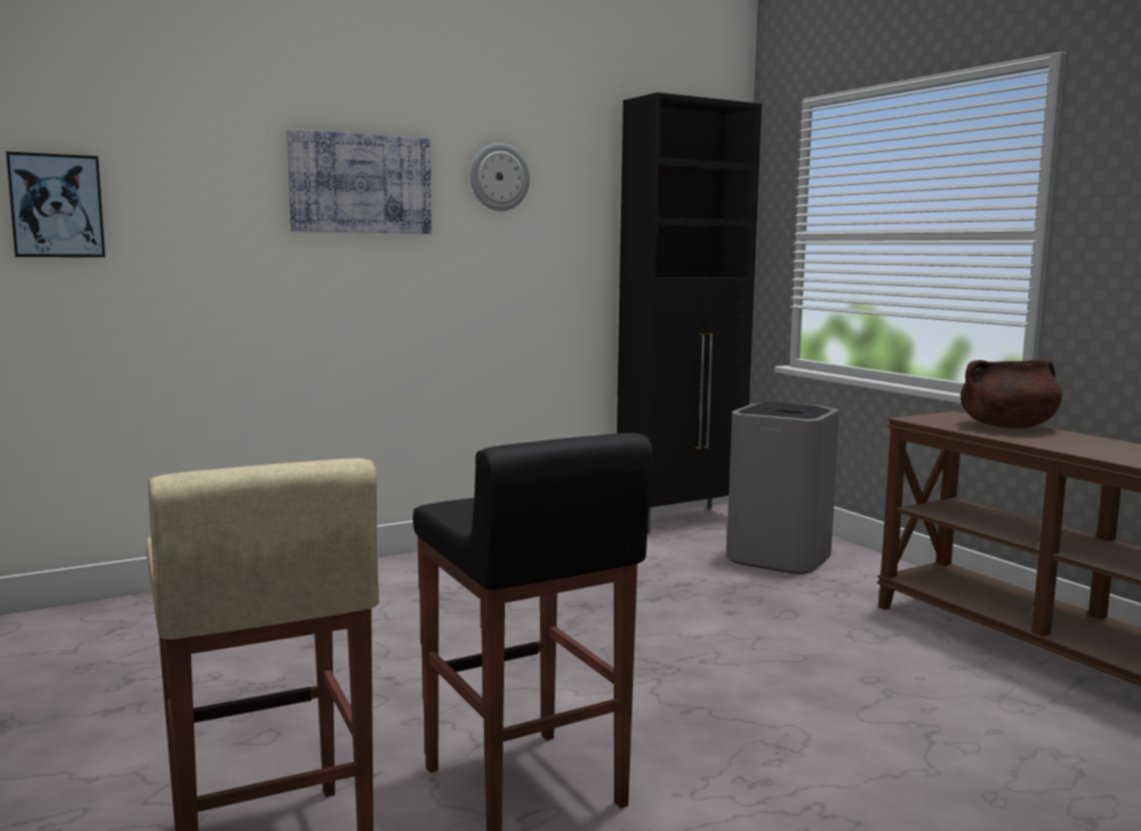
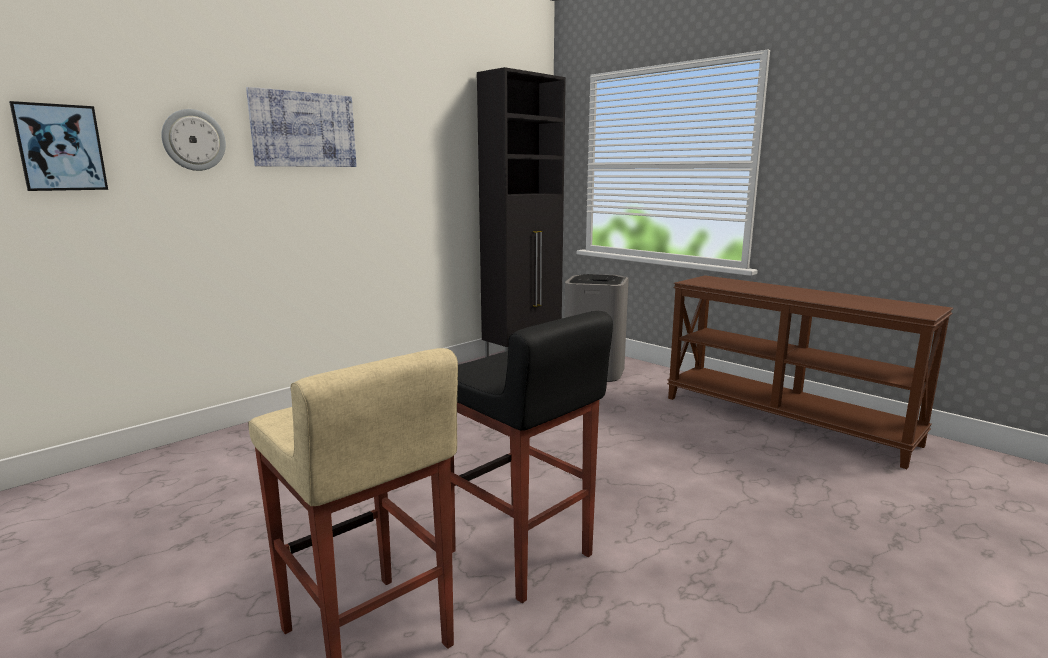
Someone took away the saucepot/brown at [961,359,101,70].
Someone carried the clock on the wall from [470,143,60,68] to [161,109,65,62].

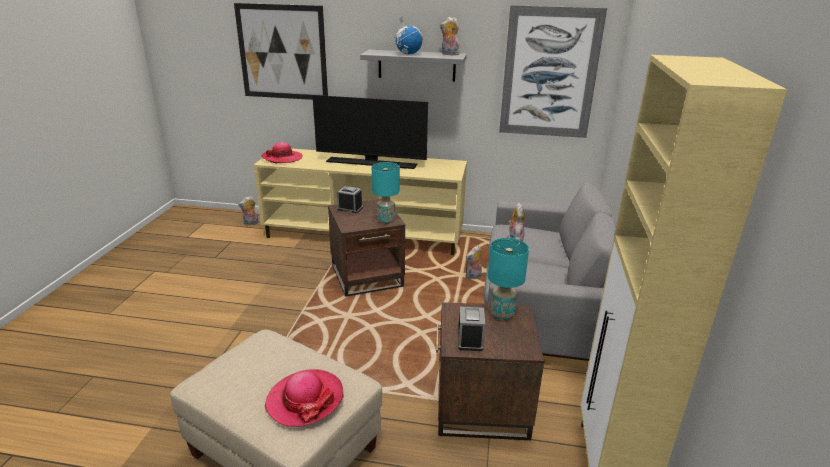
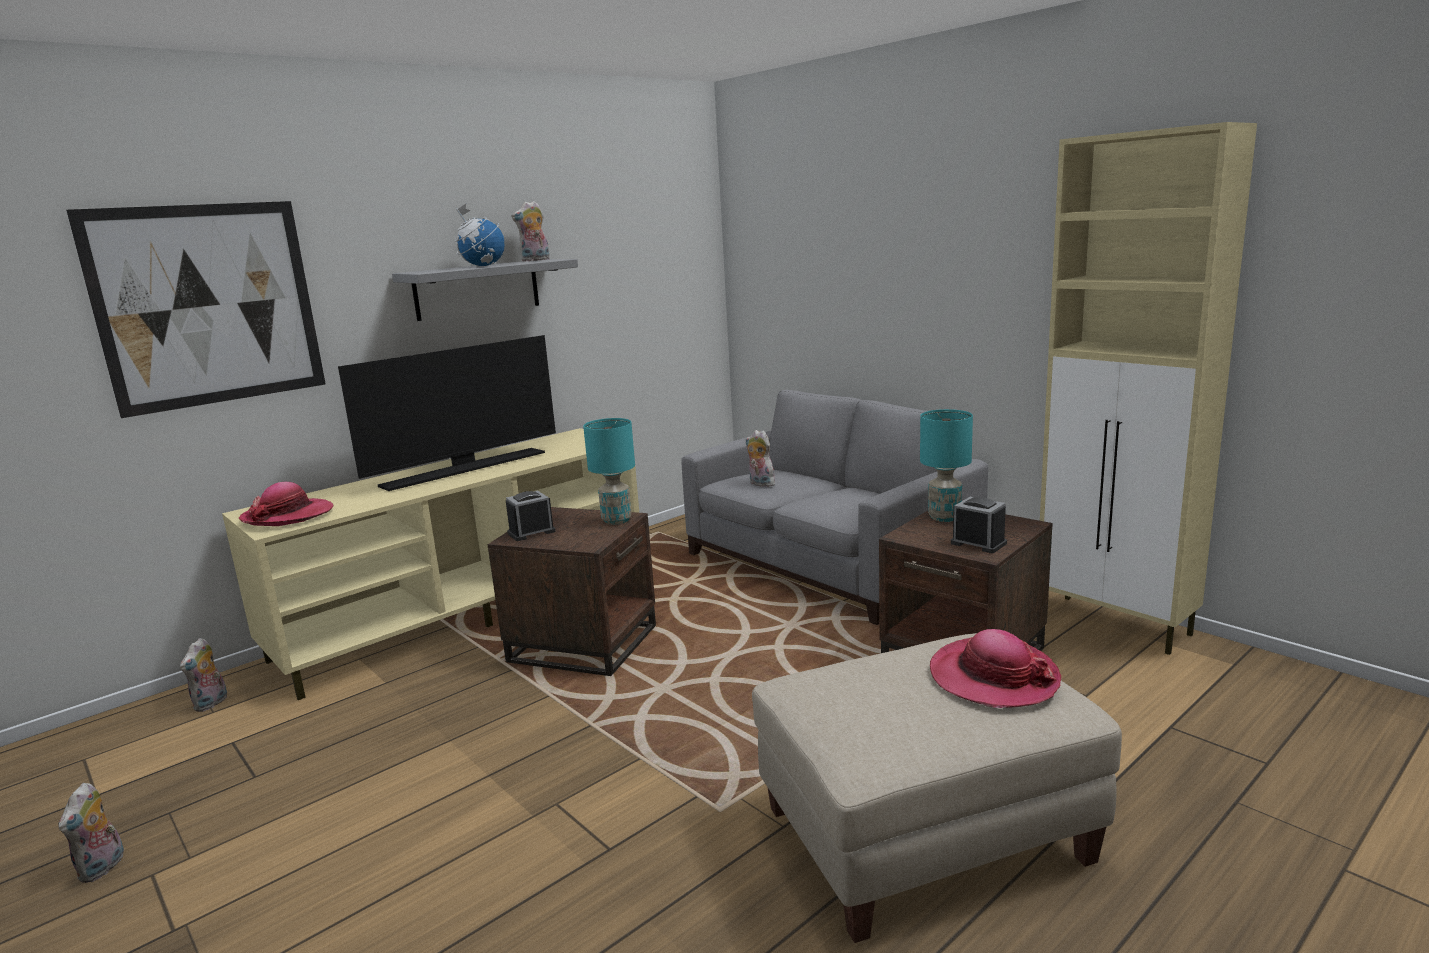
Someone took away the wall art at [499,5,108,133].
Someone carried the soft toy from [466,245,16,34] to [58,783,66,100].

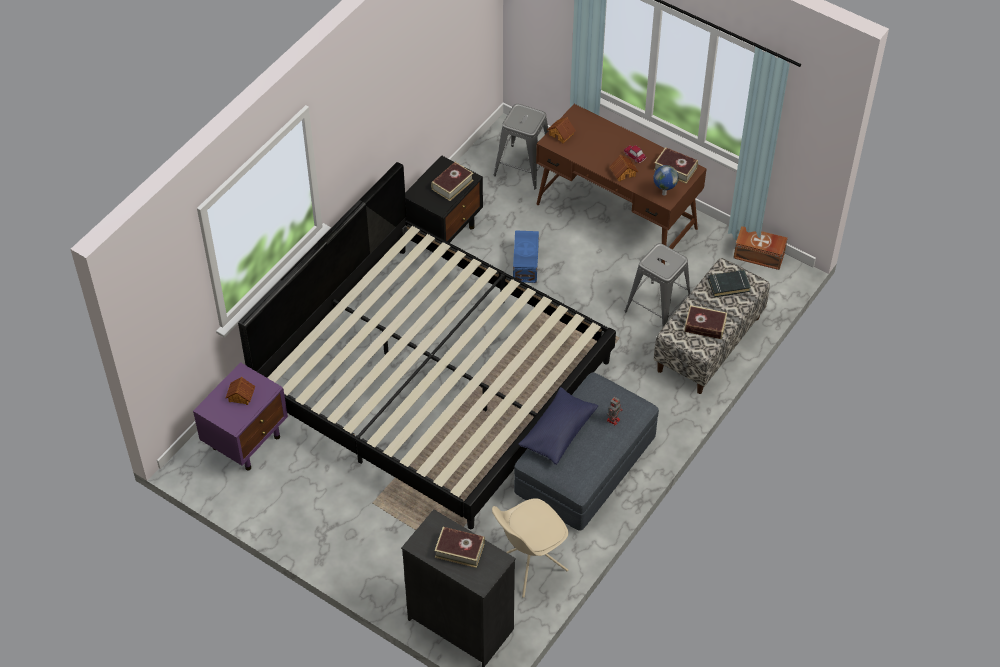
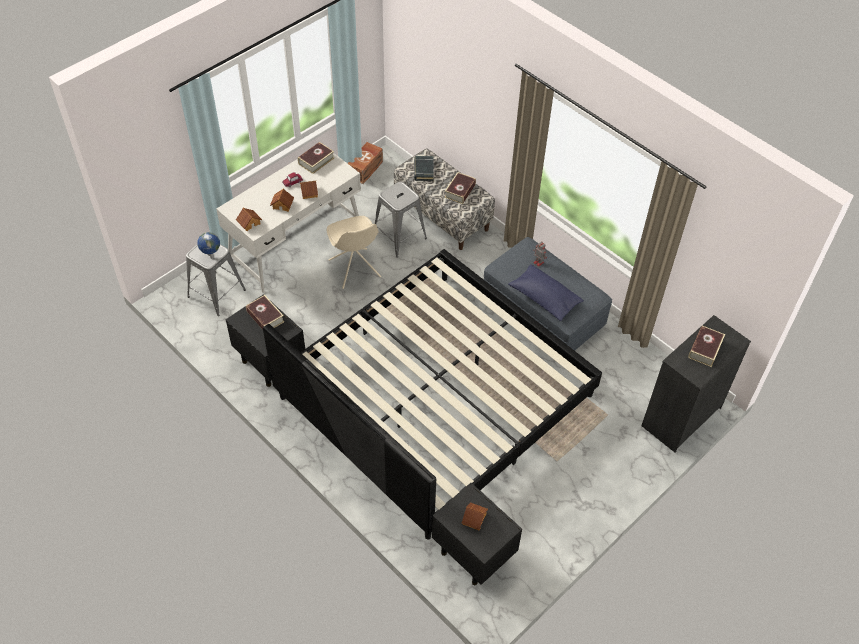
Someone took away the storage bin/bluish at [513,230,26,53].
Someone put down the miniature house at [270,189,24,23].
Someone carried the upright chair/beige-coloured from [492,498,77,100] to [327,216,54,73].
Someone carried the world globe from [653,165,26,31] to [197,232,23,27].
Someone repainted the bedside table/purple at [193,362,95,108], which became the bedside table/blackish at [432,483,90,102].
Someone repainted the desk table/brown at [536,104,171,160], which became the desk table/white-coloured at [216,153,145,140].

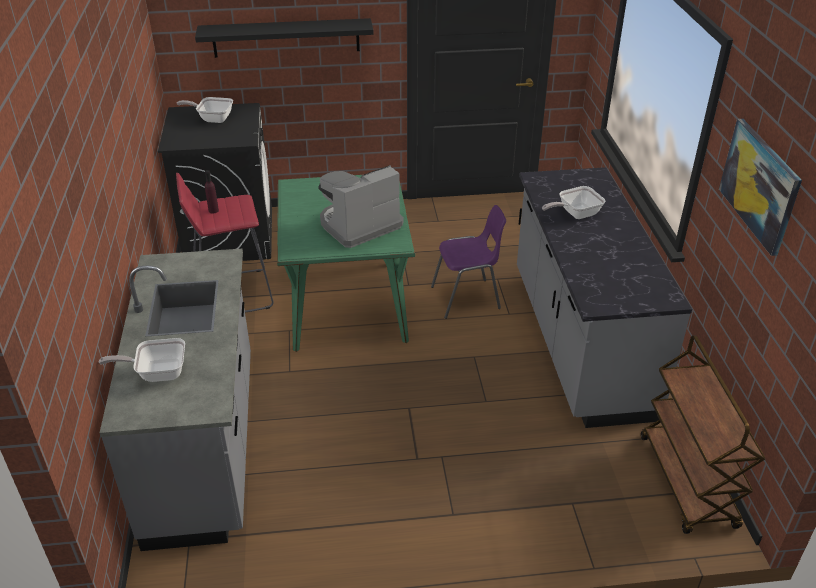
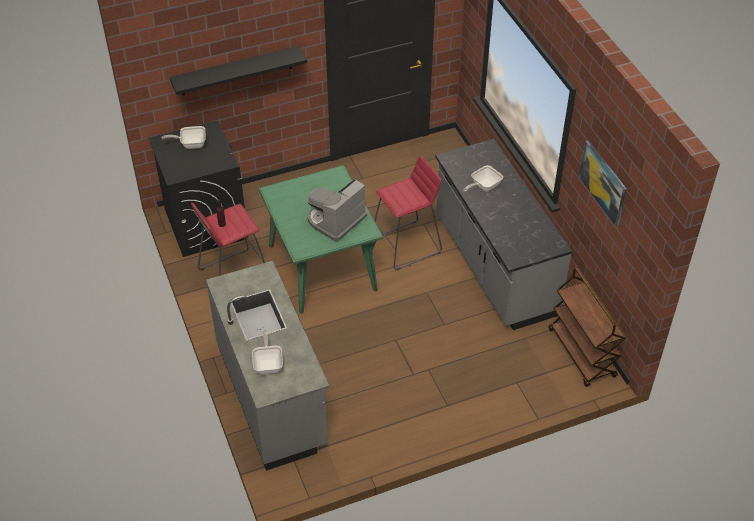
Someone swapped the upright chair/purple at [431,205,75,114] for the sitting stool/red at [374,155,68,115].
Someone rotated the skillet at [99,338,86,44] by 105 degrees clockwise.

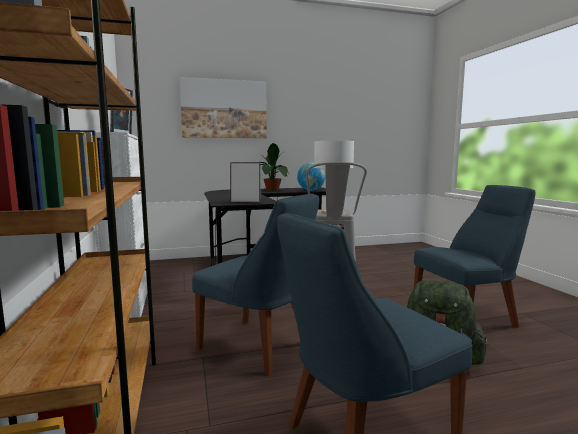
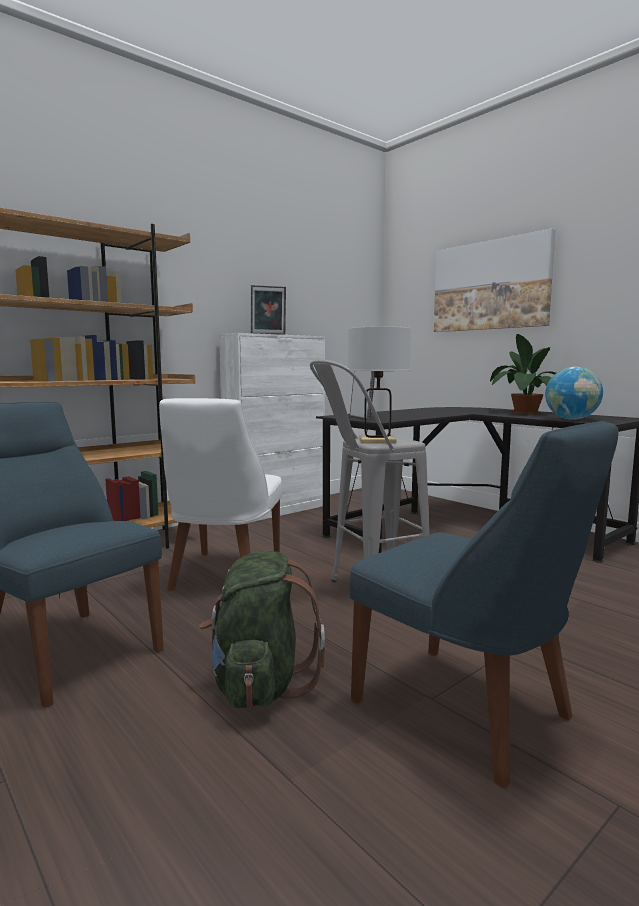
Someone repainted the upright chair/bluish at [192,194,127,181], which became the upright chair/white-coloured at [159,398,123,193].

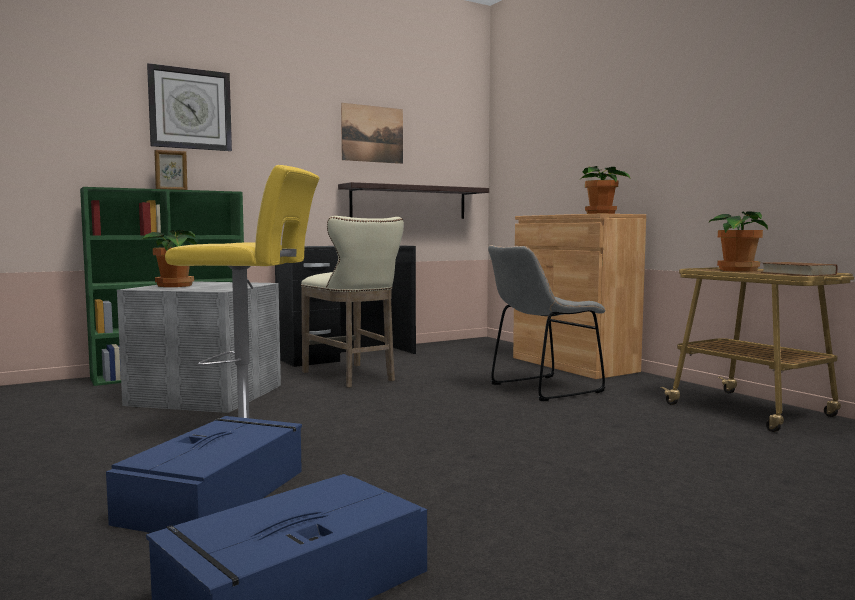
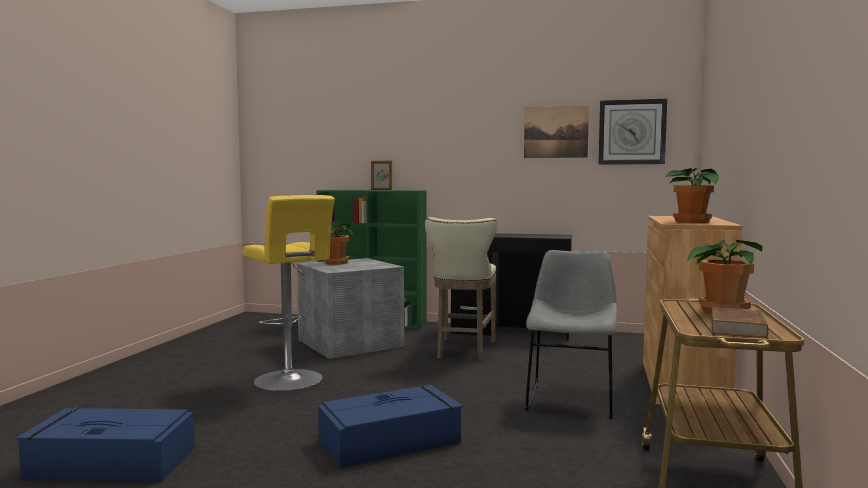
Someone took away the wall shelf at [338,182,151,37].
Someone carried the storage bin/bluish from [106,416,196,117] to [318,385,144,83].
Someone carried the clock on the wall from [147,63,85,88] to [598,99,69,66].
Someone rotated the upright chair/grey at [488,245,118,156] by 90 degrees clockwise.

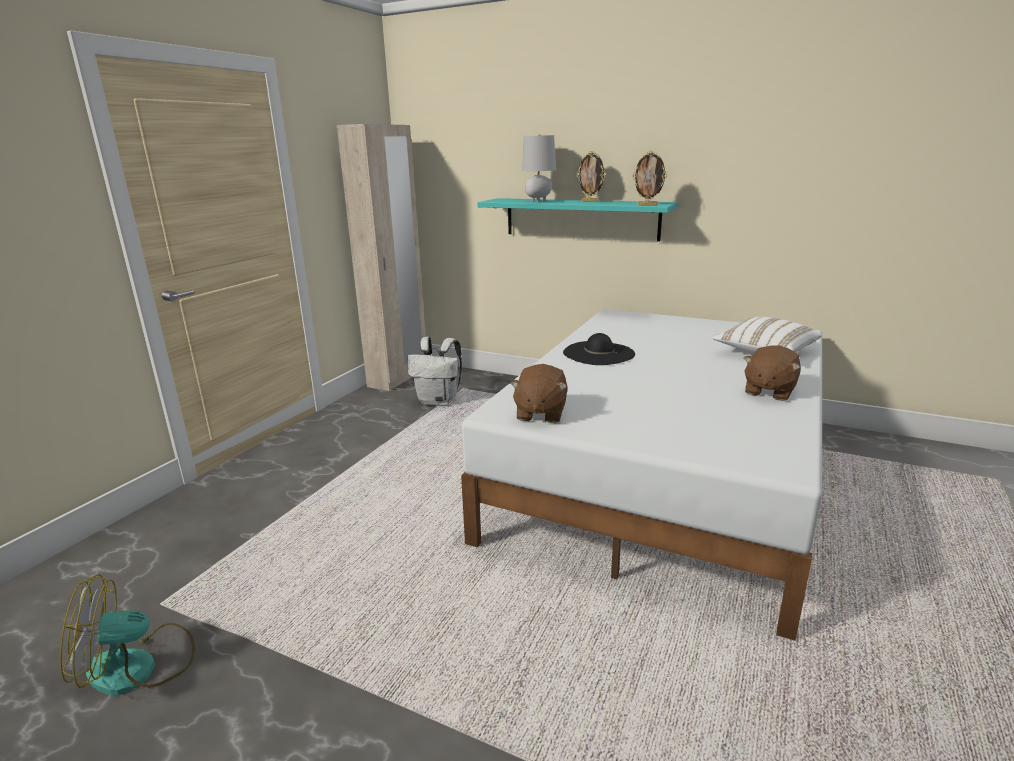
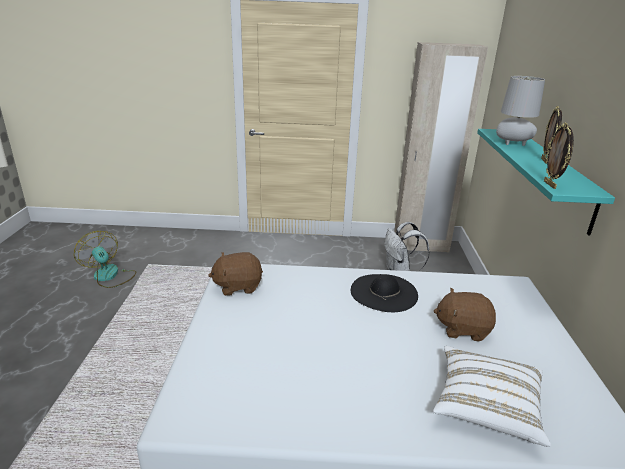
Someone carried the soft toy/brown from [743,345,58,56] to [434,288,62,54].

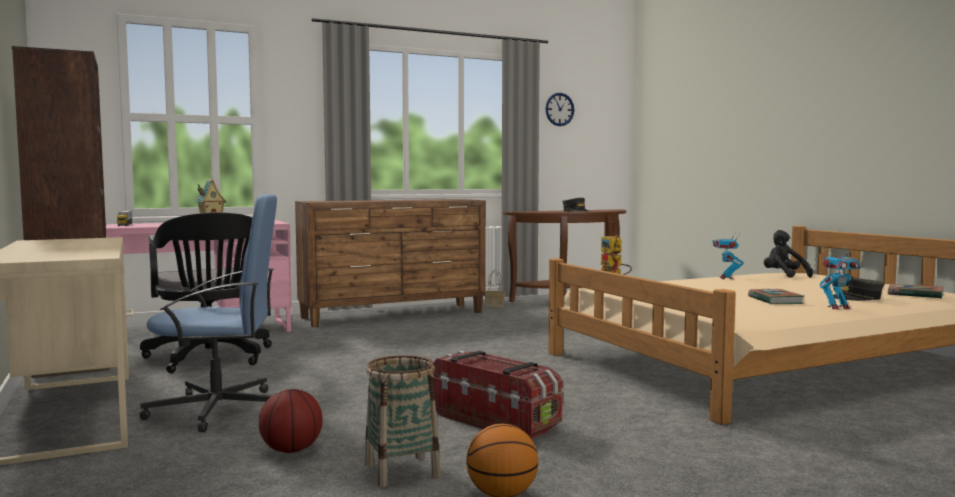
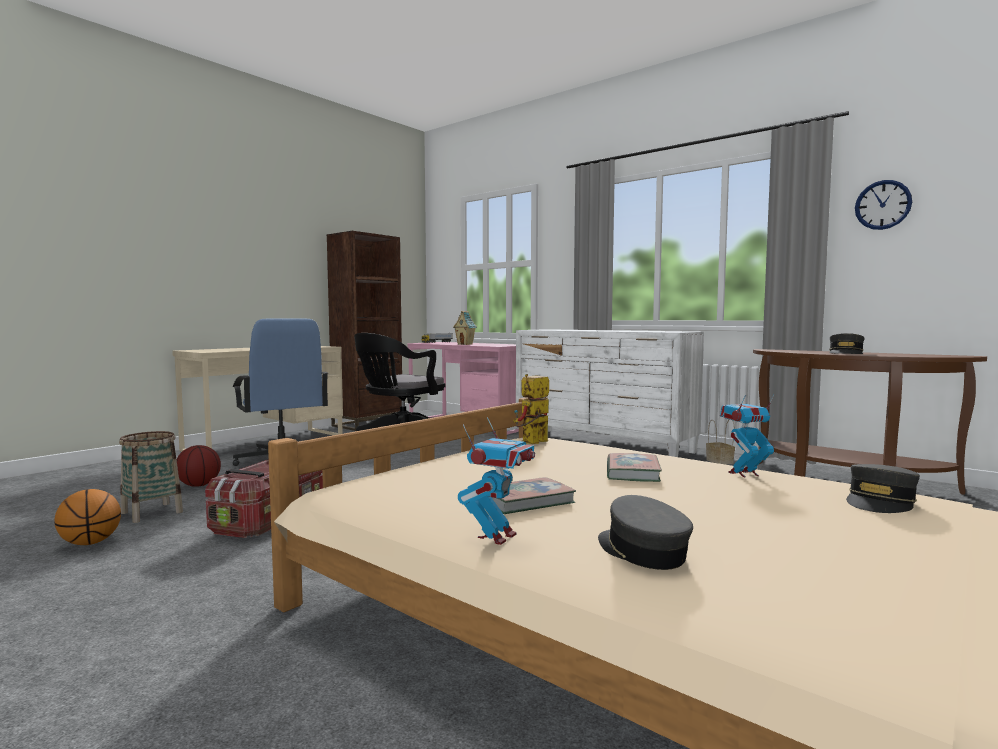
Someone carried the bound book from [888,284,56,14] to [607,453,55,29].
Someone swapped the soft toy/blackish at [764,230,49,48] for the peaked cap/grey at [846,464,74,49].
Someone repainted the dresser/brown at [295,199,191,128], which became the dresser/white-coloured at [516,329,188,128].
Someone rotated the toy robot at [820,246,40,63] by 120 degrees counterclockwise.

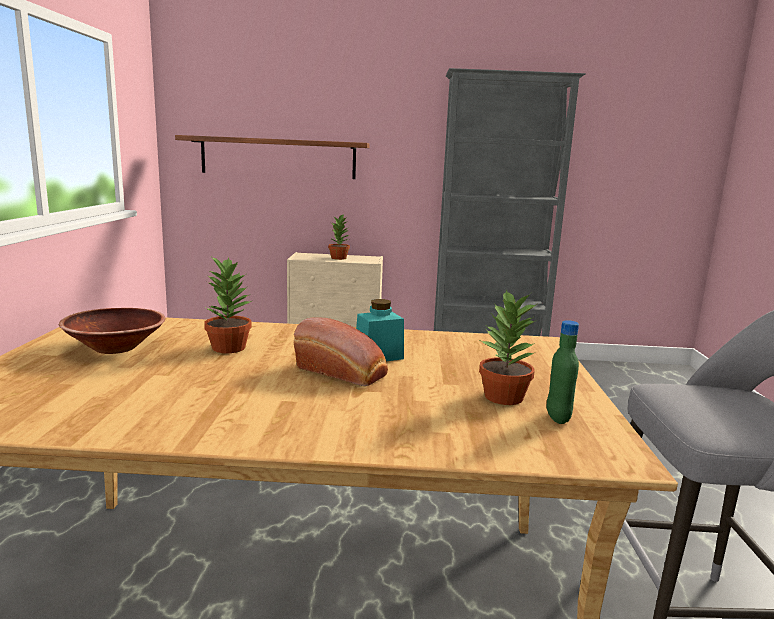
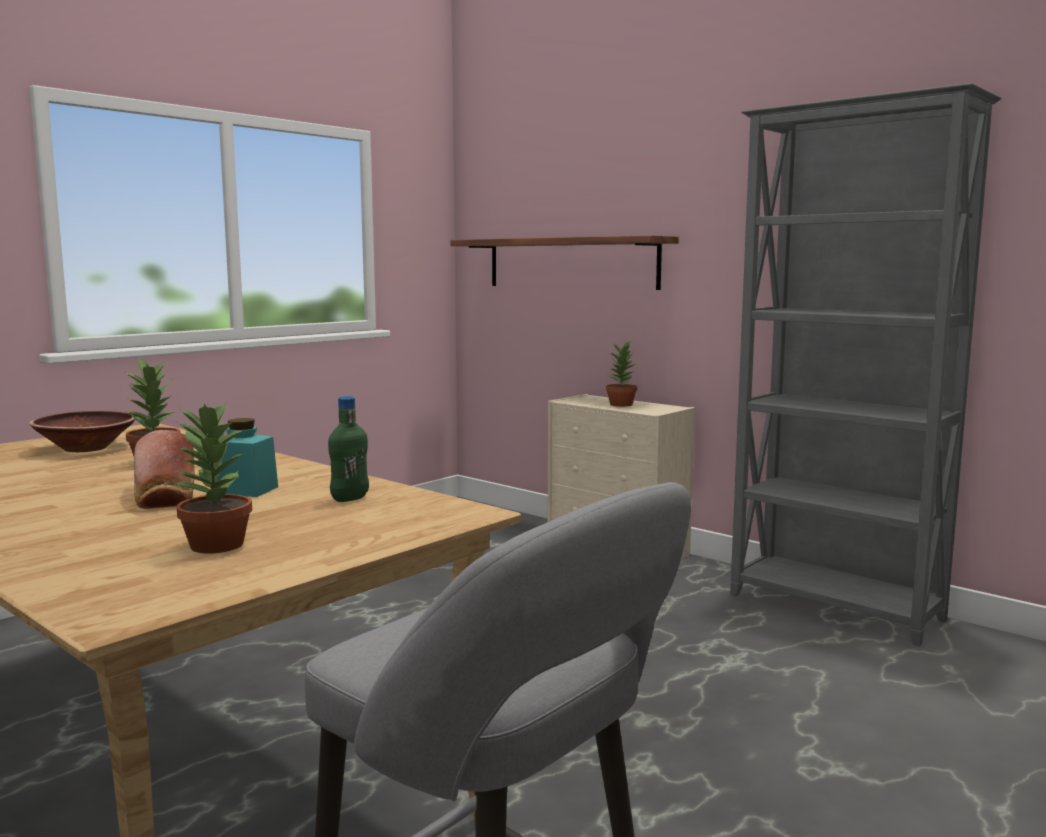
Someone carried the beverage bottle/green-coloured from [546,320,33,104] to [328,396,41,106].

